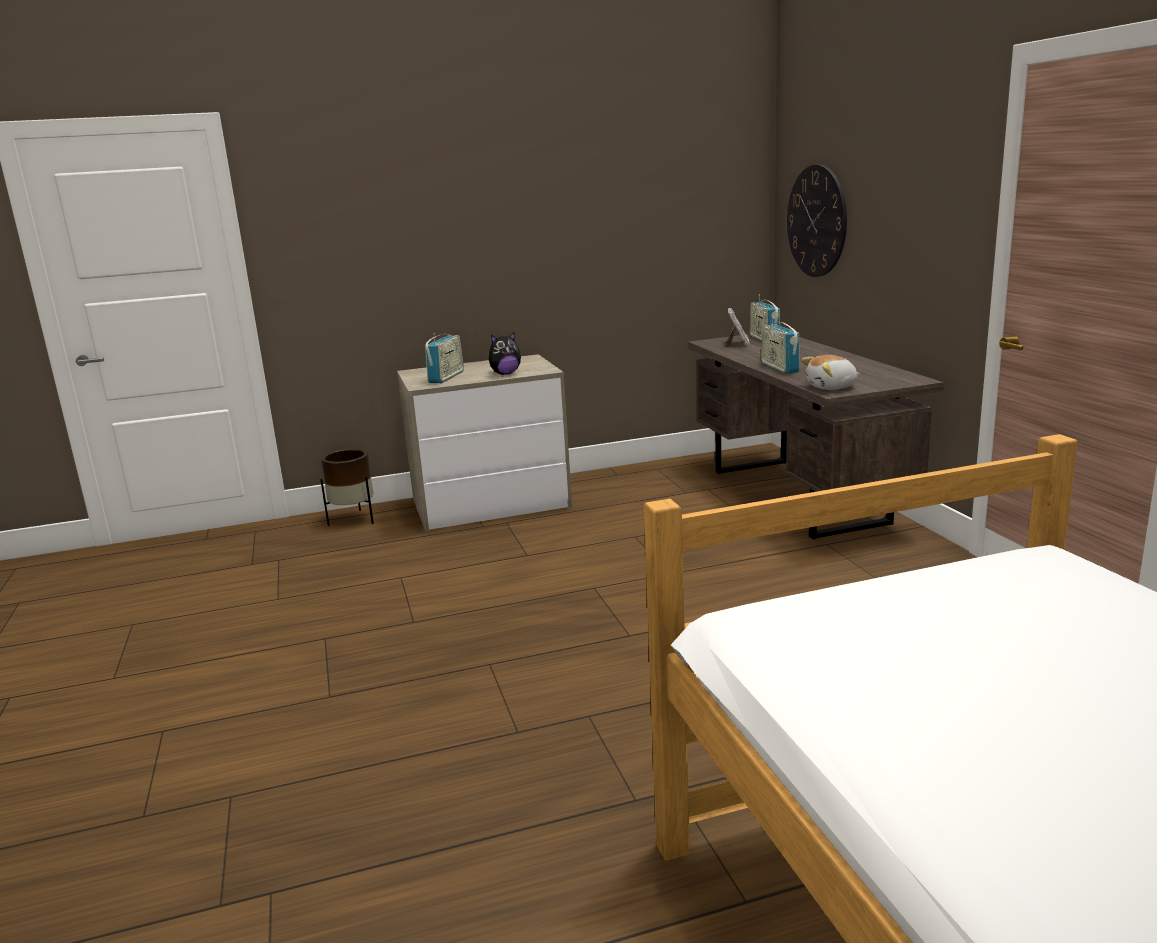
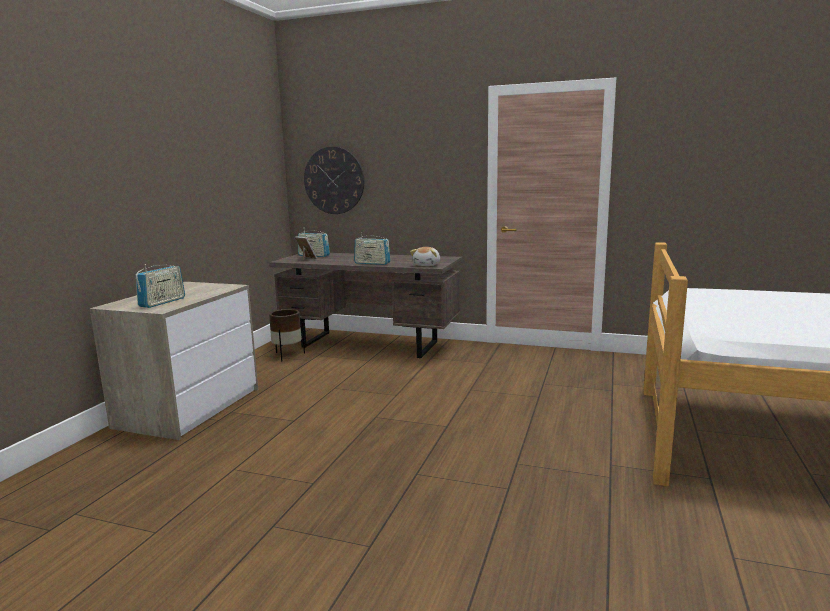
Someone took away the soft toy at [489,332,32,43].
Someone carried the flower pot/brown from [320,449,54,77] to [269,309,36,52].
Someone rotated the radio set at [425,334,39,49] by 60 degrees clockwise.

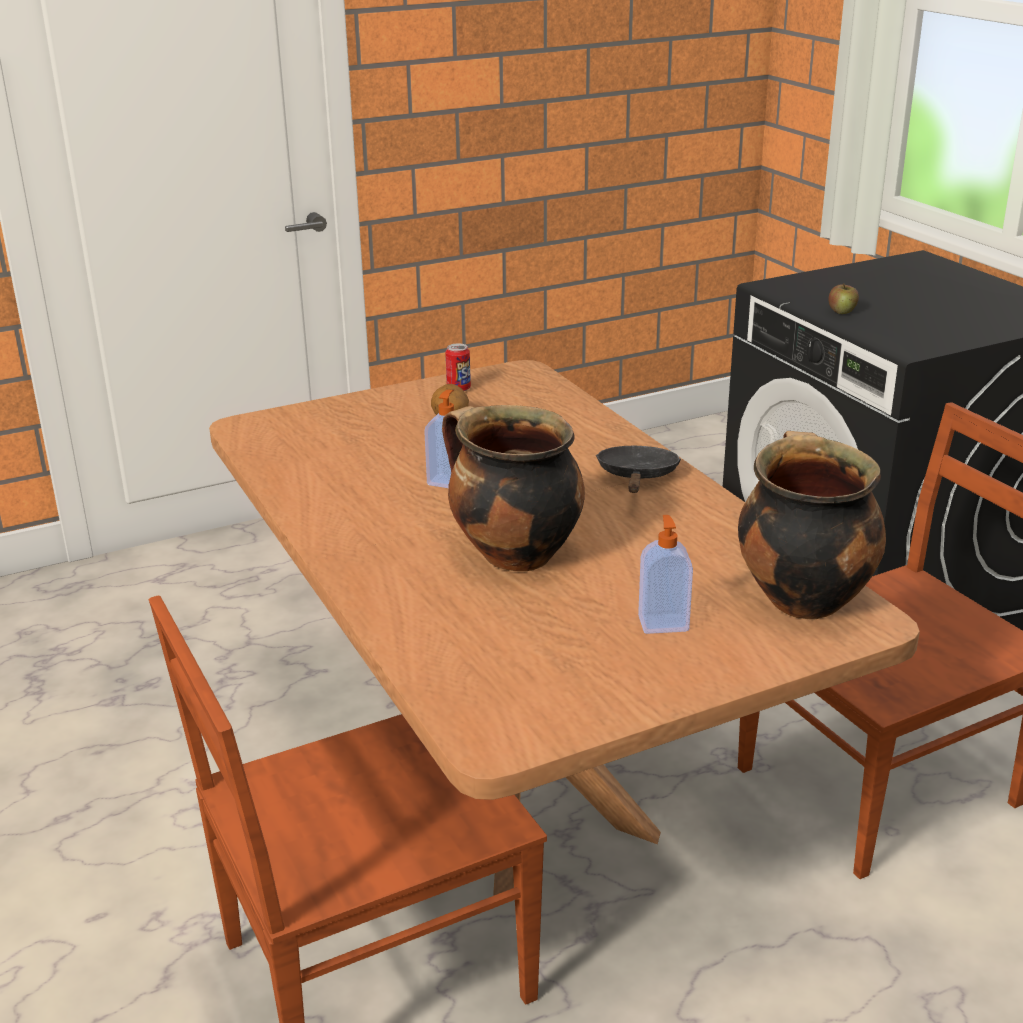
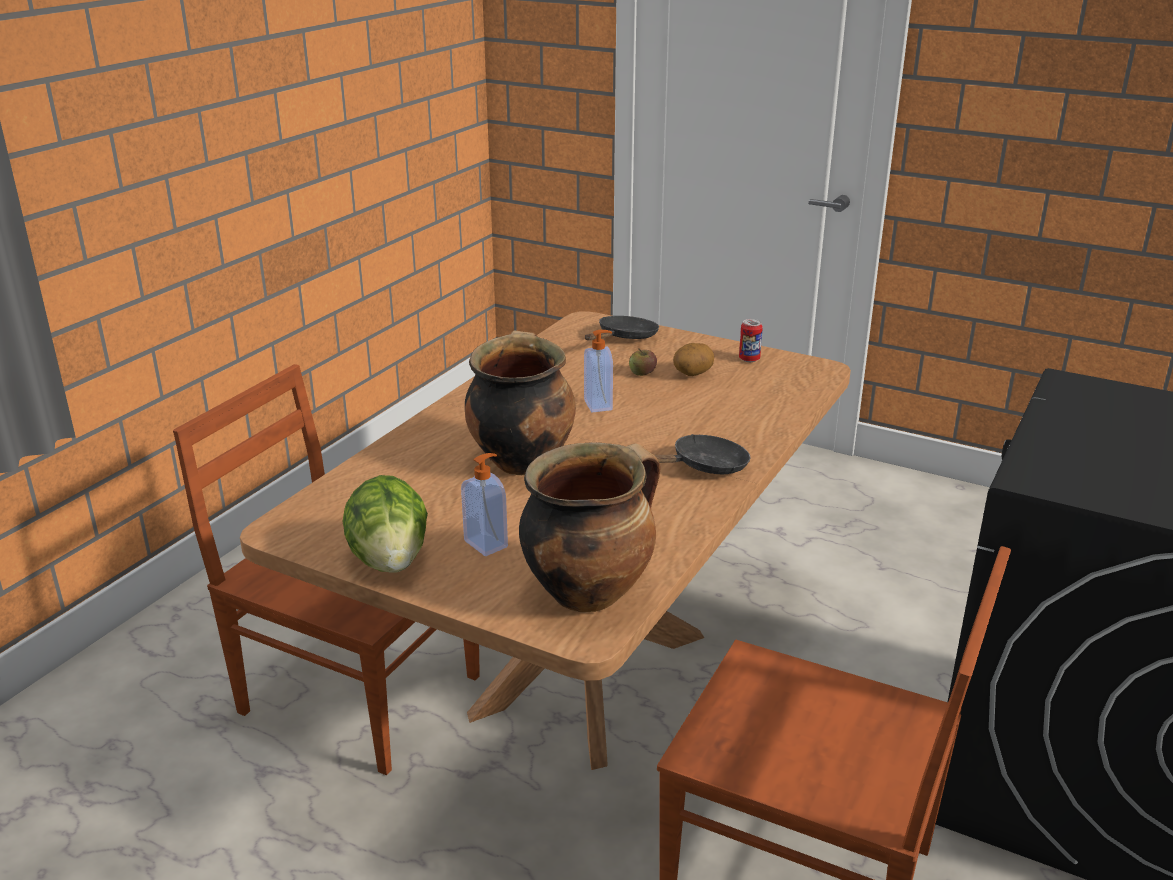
Someone put down the lettuce head at [342,475,86,98].
Someone put down the skillet/blackish at [585,316,74,24].
Someone carried the apple fruit from [828,283,31,31] to [629,348,28,28].

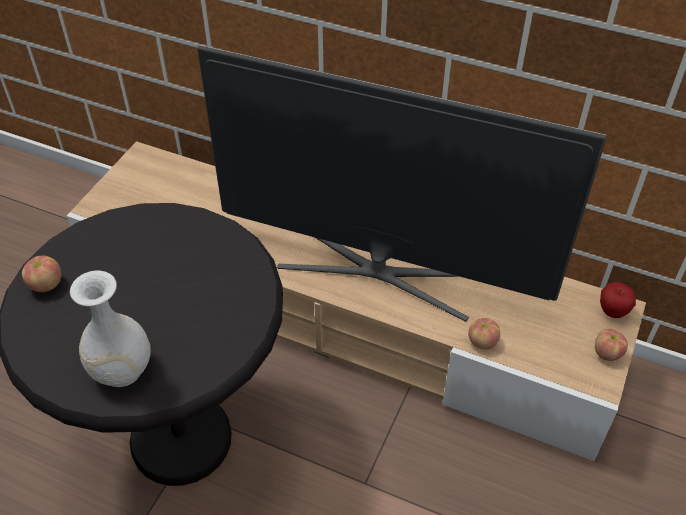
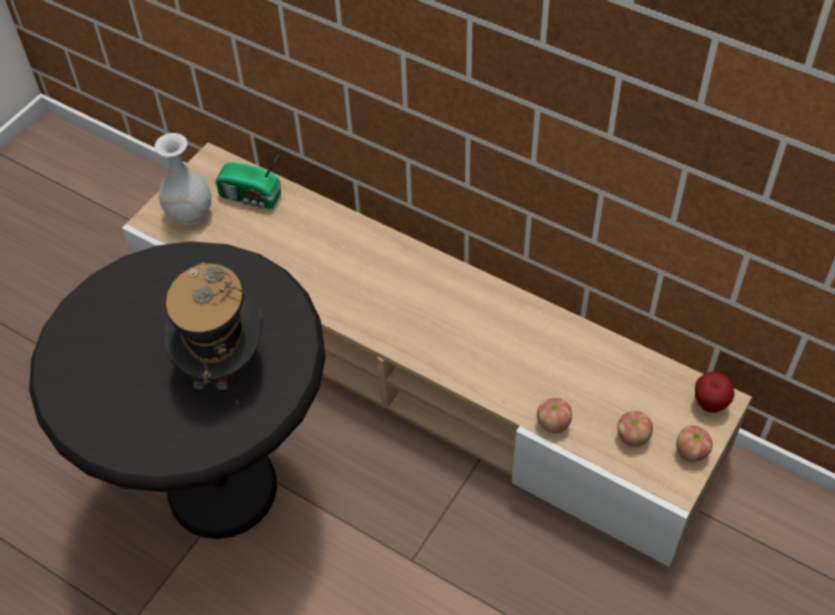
Someone took away the TV at [197,45,410,277].
Someone put down the wearable hat at [164,262,99,143].
Someone put down the radio set at [216,153,65,56].
Someone carried the apple fruit from [22,255,39,37] to [617,411,36,35].
Someone carried the decorative vase/white-coloured from [70,270,81,117] to [154,133,58,93].

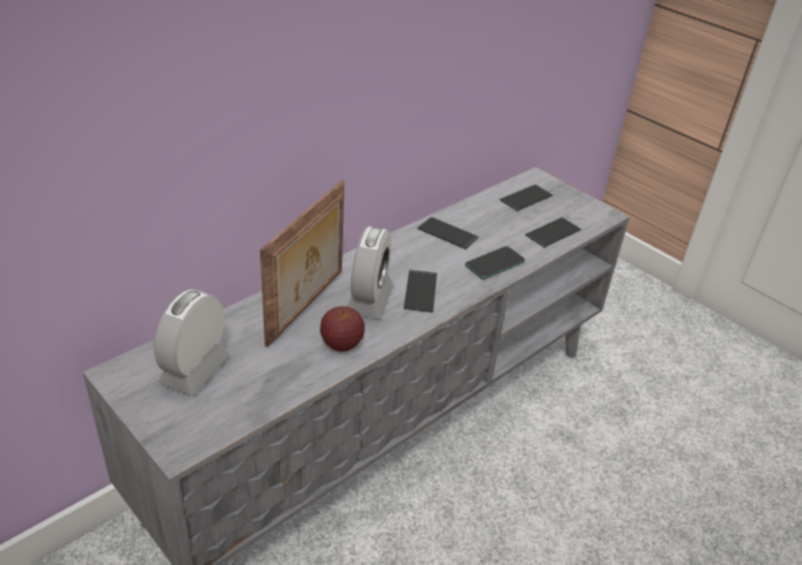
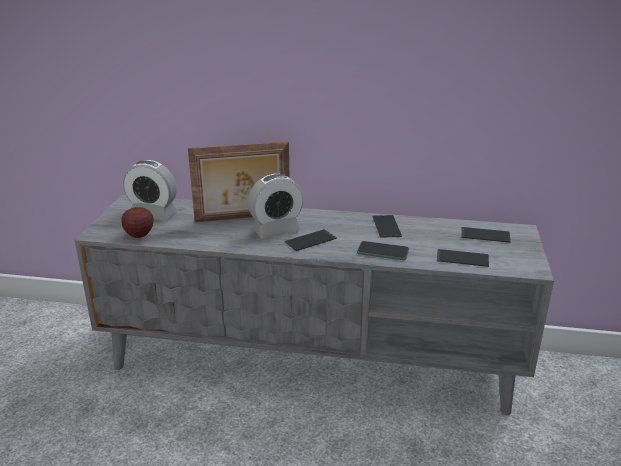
Someone carried the apple fruit from [320,306,45,46] to [121,207,33,31].
Someone rotated the table clock at [154,289,76,107] by 150 degrees counterclockwise.

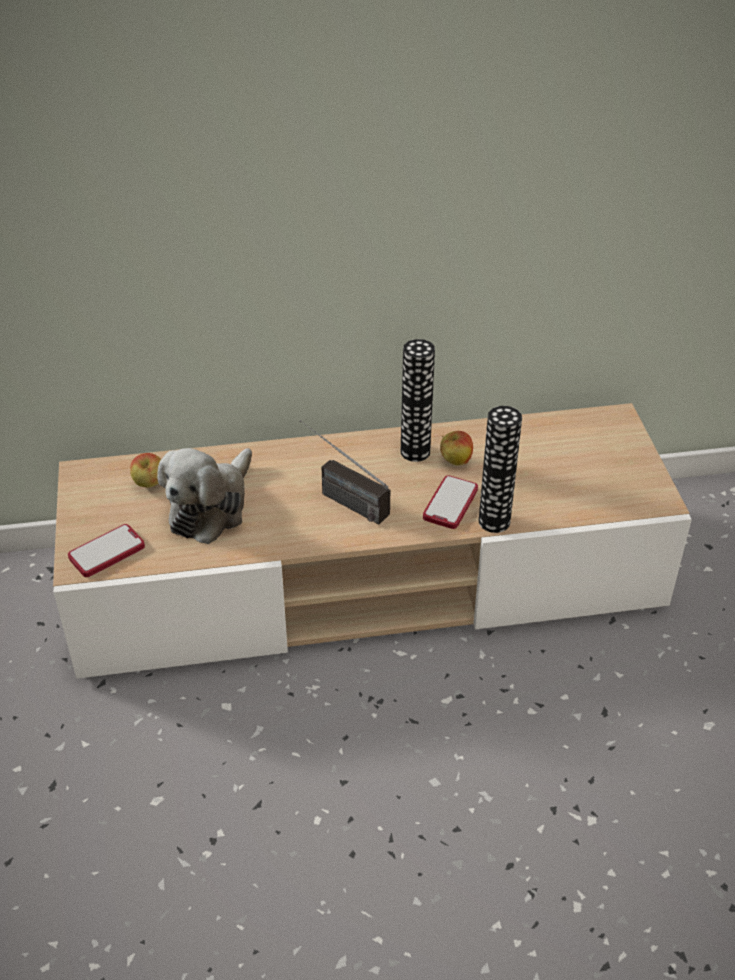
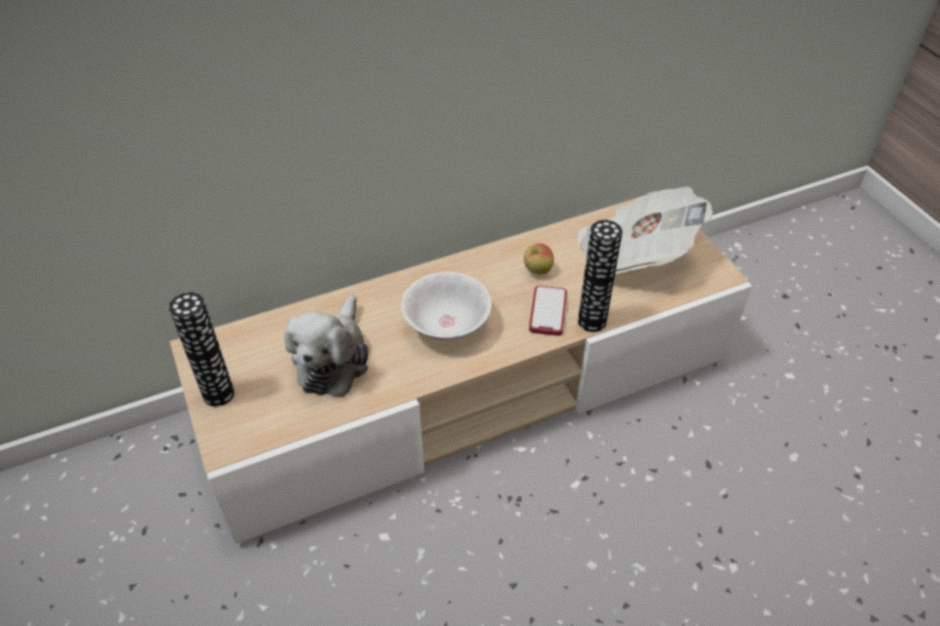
Someone took away the telephone at [68,524,77,53].
Someone took away the apple fruit at [130,453,31,35].
Someone put down the printed paper at [576,187,137,87].
Someone carried the decorative vase from [401,339,34,123] to [169,292,65,115].
Someone swapped the radio set at [300,420,90,104] for the bowl/white-coloured at [401,272,91,69].

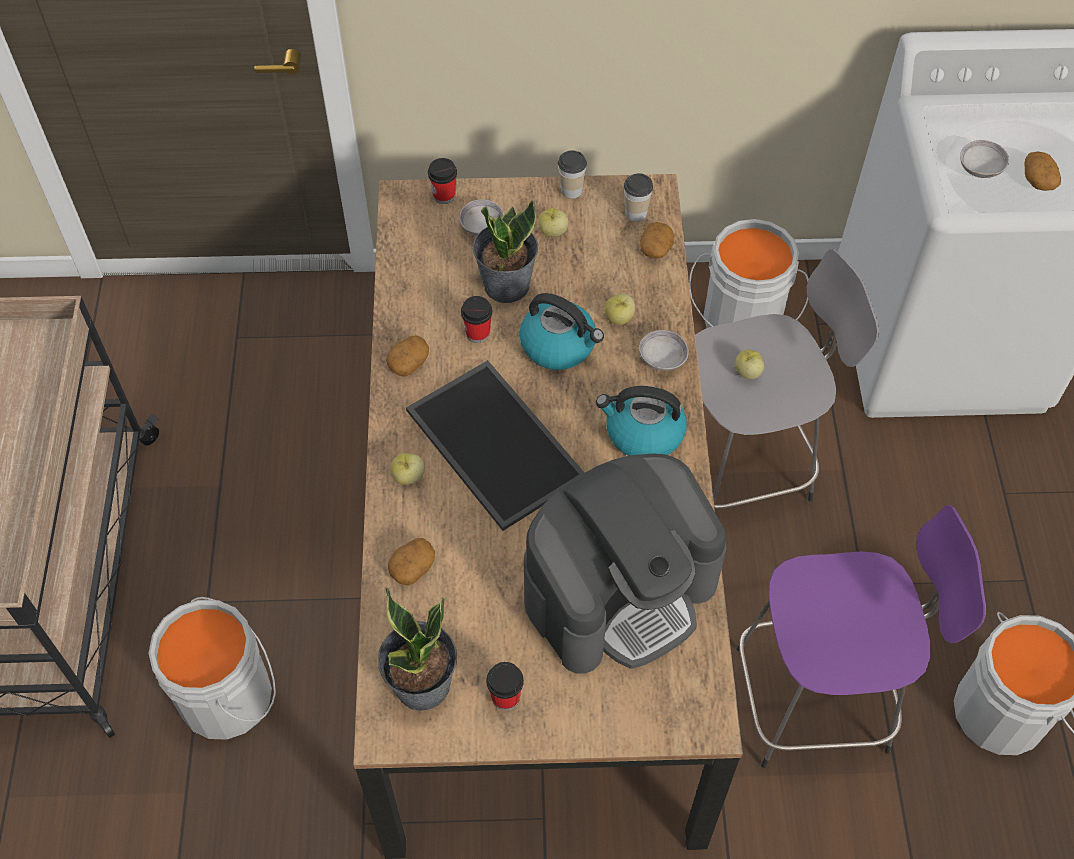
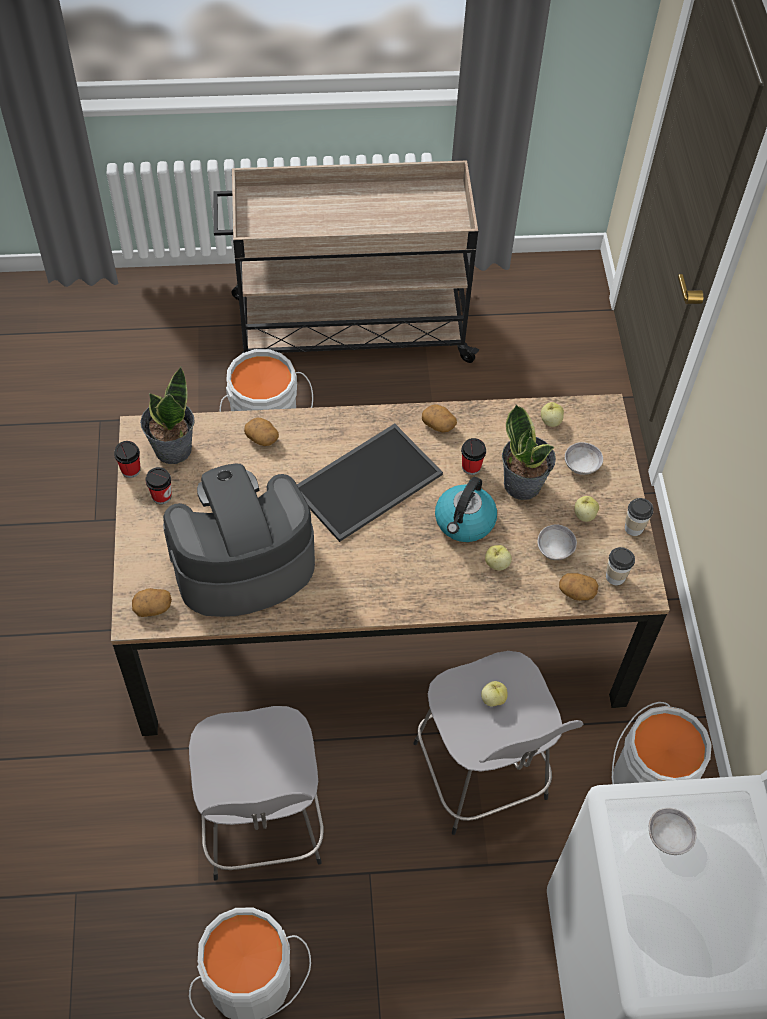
Someone took away the tea kettle at [596,386,91,70].
Someone carried the apple fruit from [390,453,35,32] to [541,402,23,25].
Someone carried the drinking cup from [428,158,29,46] to [114,441,26,37].
Someone carried the bowl/grey from [639,330,50,41] to [537,524,40,36].
Someone carried the potato from [1024,151,37,40] to [132,588,40,29].
Someone repainted the sitting stool/purple at [737,505,249,263], which became the sitting stool/grey at [189,706,135,175].
Someone rotated the coffee brewer at [524,453,203,221] by 105 degrees clockwise.

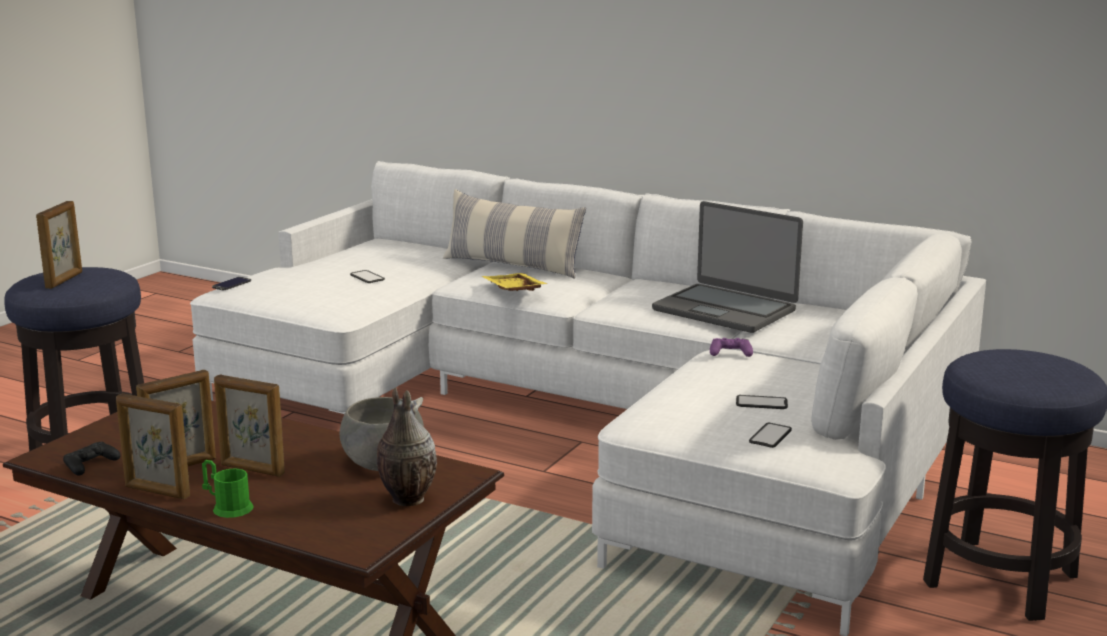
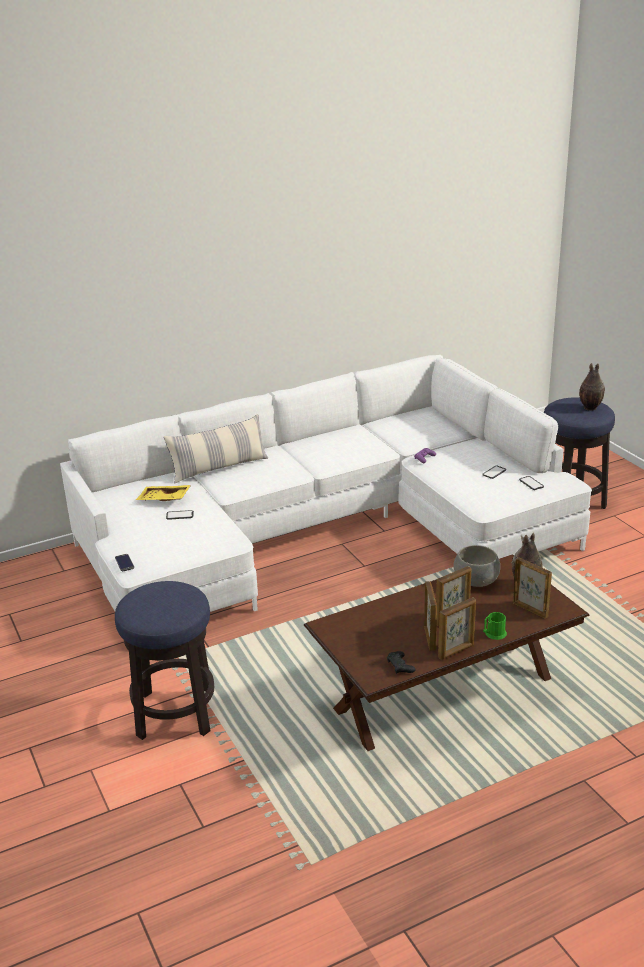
Someone took away the laptop at [652,201,151,132].
Someone put down the decorative vase at [579,363,26,48].
Someone carried the photo frame from [36,201,46,88] to [513,557,39,62].
Someone carried the serving tray/yellow-coloured from [482,273,66,18] to [136,485,55,16].

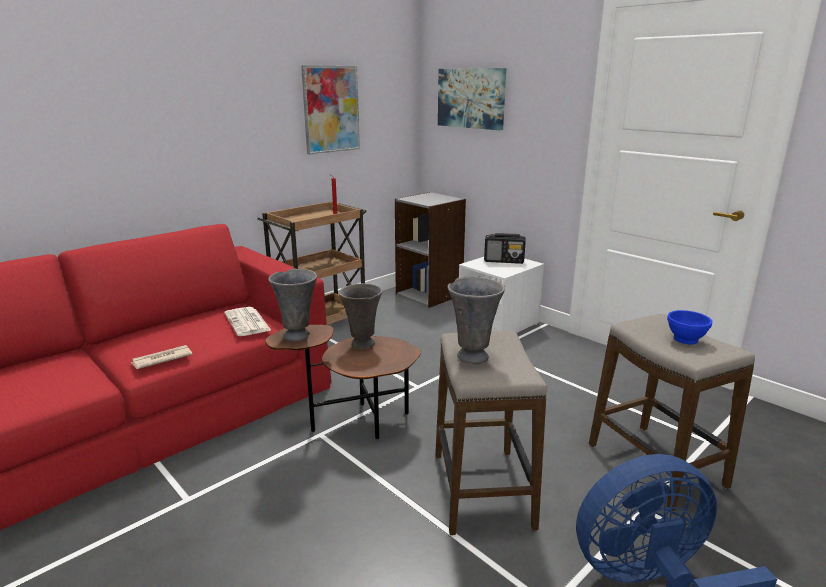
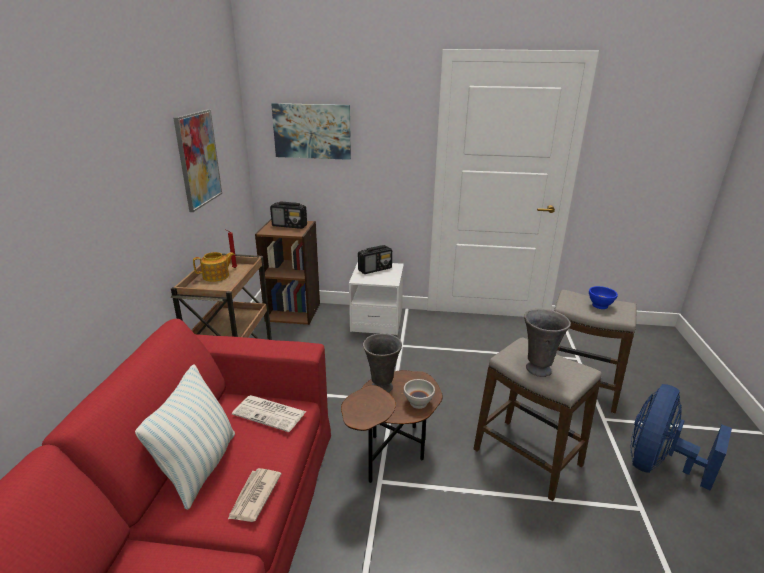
Someone took away the decorative vase/grey at [268,269,50,73].
Someone put down the cushion at [135,364,100,146].
Someone put down the teapot at [193,252,42,30].
Someone put down the radio set at [270,202,37,27].
Someone put down the bowl/white-coloured at [404,379,31,30].
Someone repainted the bookshelf/grey at [395,192,71,116], which became the bookshelf/brown at [255,219,65,106].

